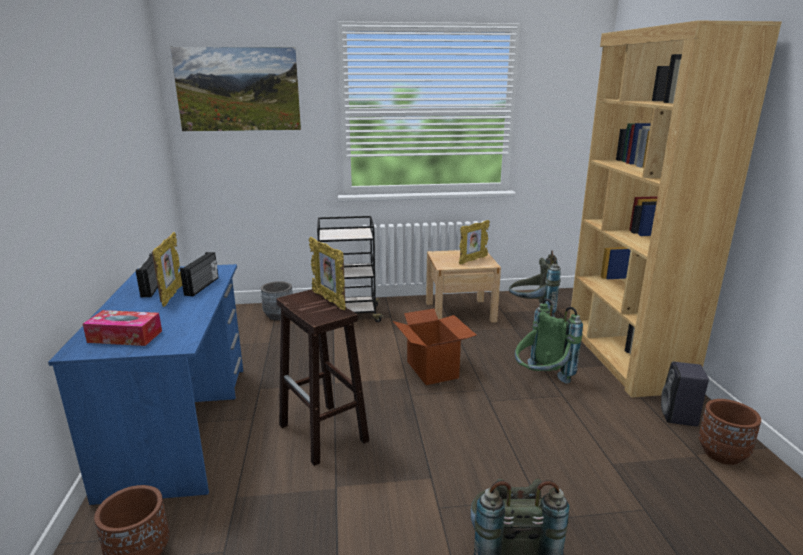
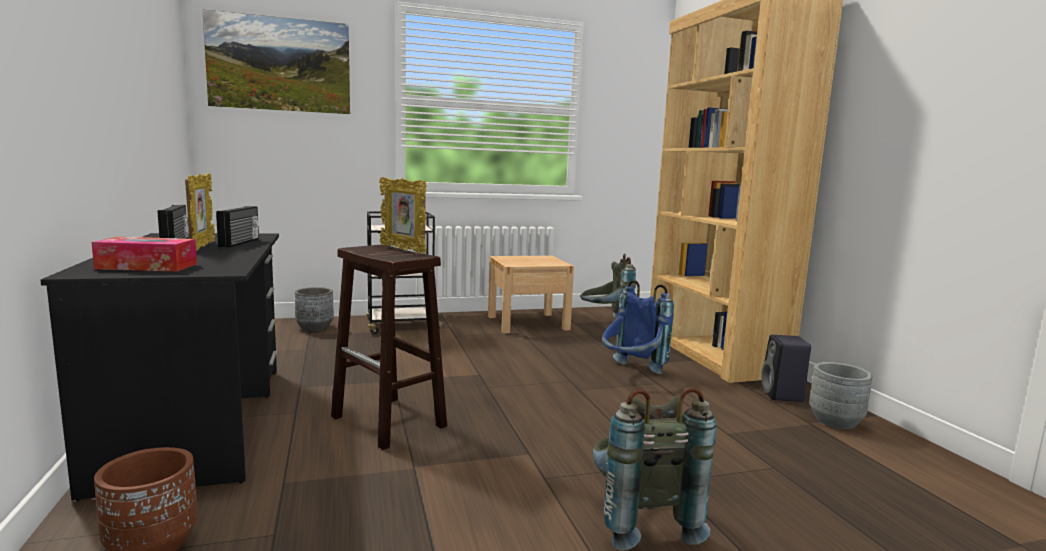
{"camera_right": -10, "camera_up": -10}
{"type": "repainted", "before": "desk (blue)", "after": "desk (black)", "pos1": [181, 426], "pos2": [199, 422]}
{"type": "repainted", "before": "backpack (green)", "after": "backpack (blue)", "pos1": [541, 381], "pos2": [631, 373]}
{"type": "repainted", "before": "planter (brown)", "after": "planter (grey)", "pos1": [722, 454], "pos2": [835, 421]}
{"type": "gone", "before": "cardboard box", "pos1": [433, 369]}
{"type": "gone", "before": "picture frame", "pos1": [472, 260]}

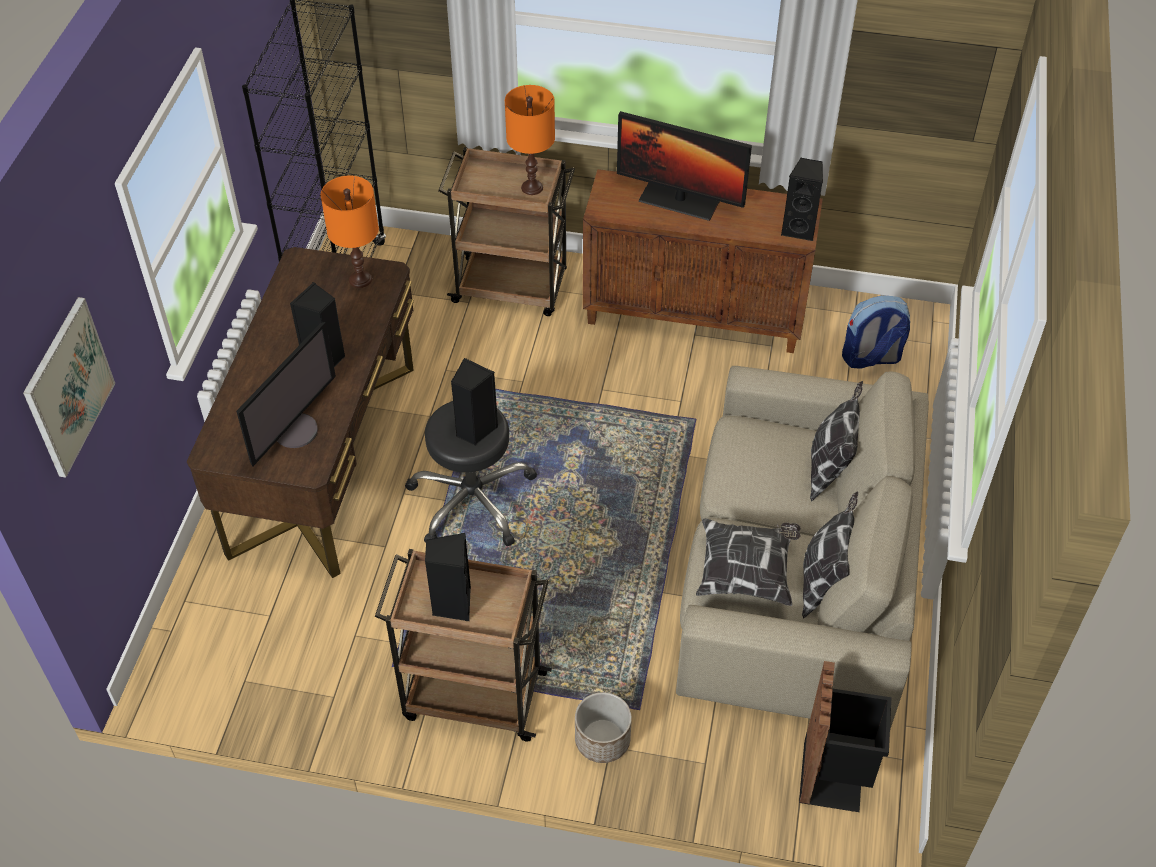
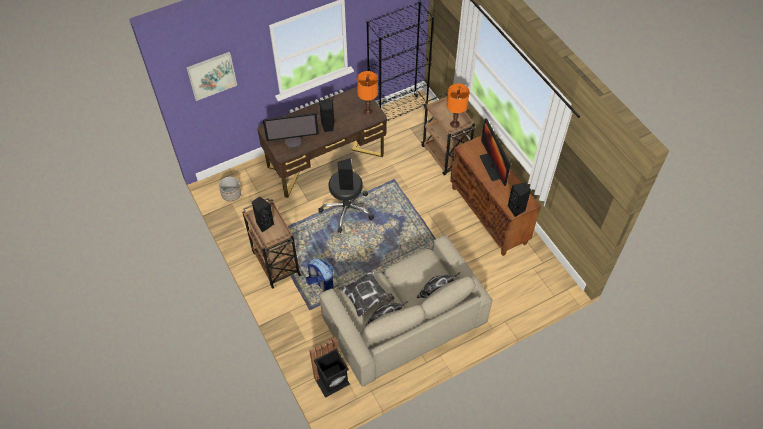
{"camera_right": 50, "camera_up": 5}
{"type": "shifted", "before": "planter", "pos1": [602, 740], "pos2": [231, 194]}
{"type": "shifted", "before": "backpack", "pos1": [870, 358], "pos2": [321, 283]}

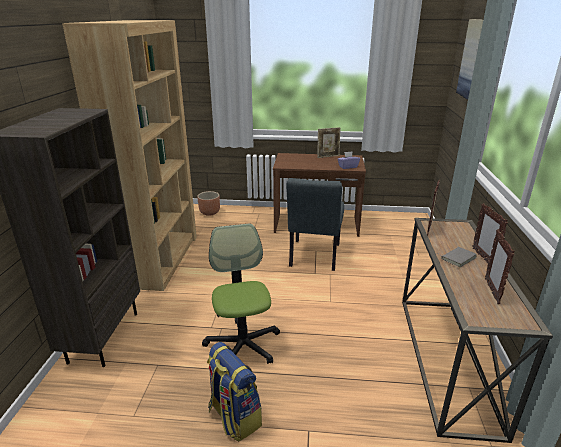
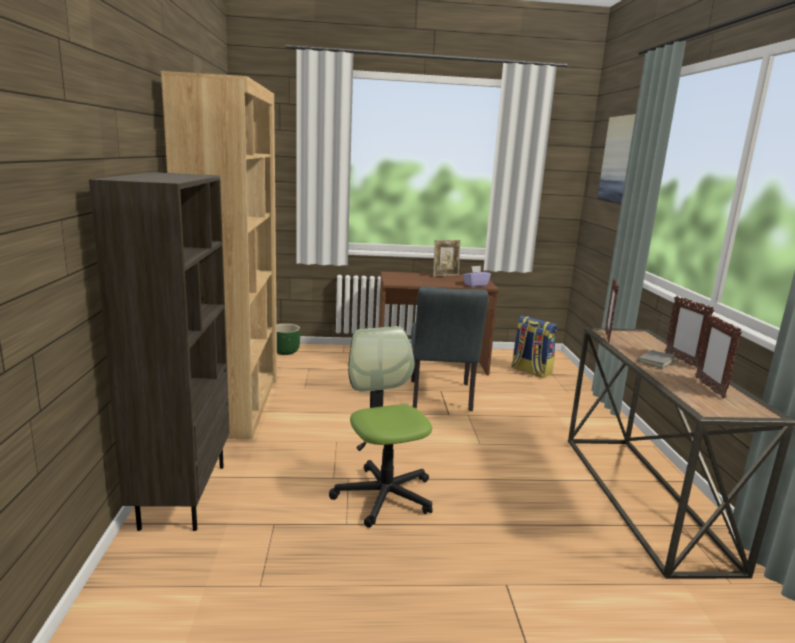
{"camera_right": -10, "camera_up": -10}
{"type": "repainted", "before": "planter (brown)", "after": "planter (green)", "pos1": [210, 212], "pos2": [285, 352]}
{"type": "shifted", "before": "backpack", "pos1": [233, 417], "pos2": [530, 371]}

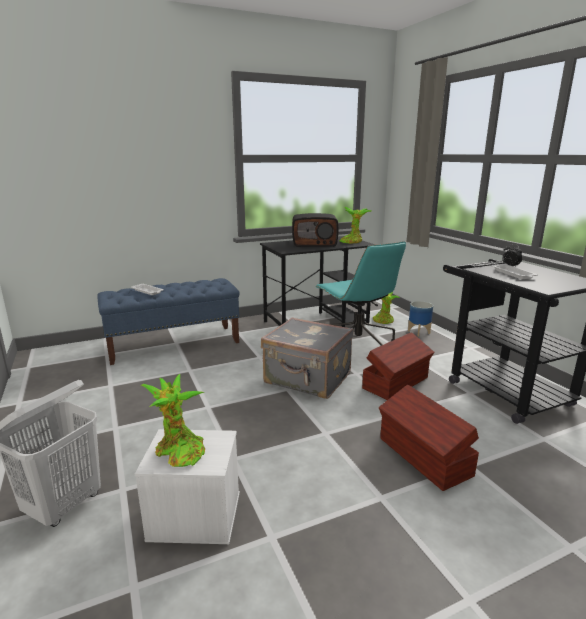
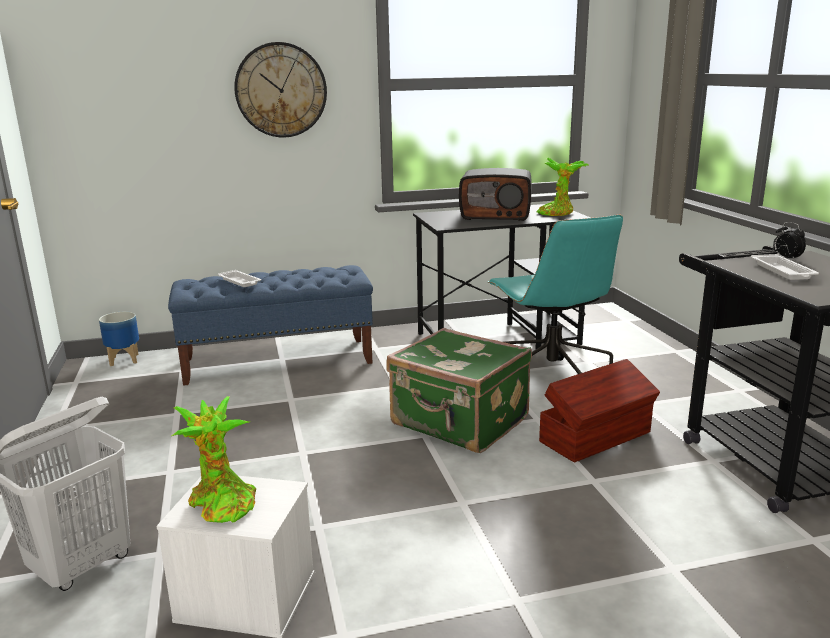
{"camera_right": 10, "camera_up": 0}
{"type": "shifted", "before": "planter", "pos1": [419, 332], "pos2": [125, 360]}
{"type": "new", "after": "wall clock", "pos2": [281, 90]}
{"type": "repainted", "before": "suitcase (grey)", "after": "suitcase (green)", "pos1": [307, 379], "pos2": [459, 423]}
{"type": "gone", "before": "potted plant", "pos1": [384, 321]}
{"type": "gone", "before": "storage box (brown)", "pos1": [423, 457]}

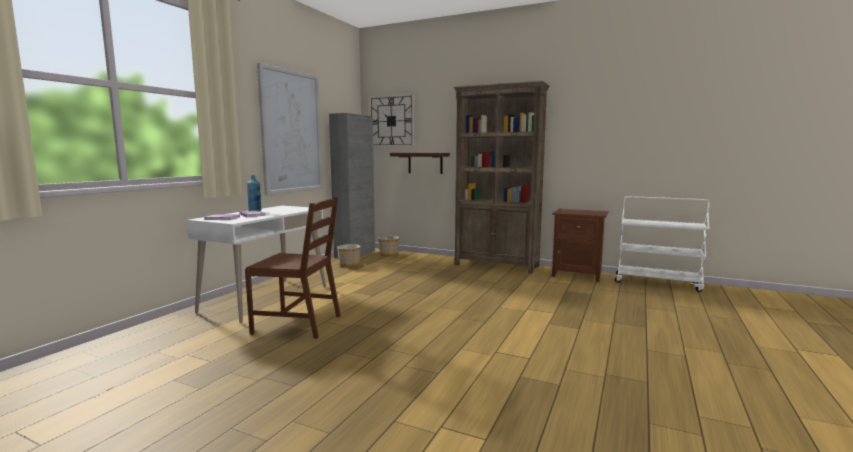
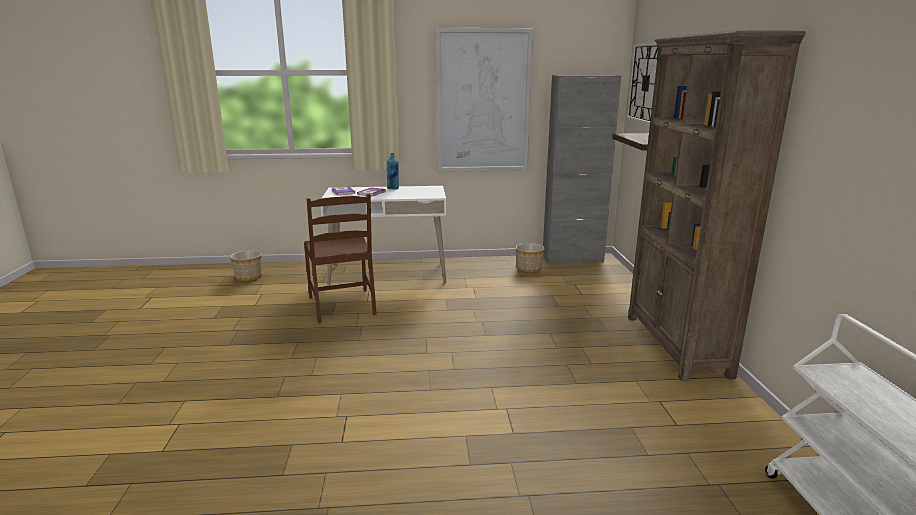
{"camera_right": 60, "camera_up": 10}
{"type": "shifted", "before": "planter", "pos1": [388, 254], "pos2": [249, 277]}
{"type": "gone", "before": "nightstand (brown)", "pos1": [577, 274]}

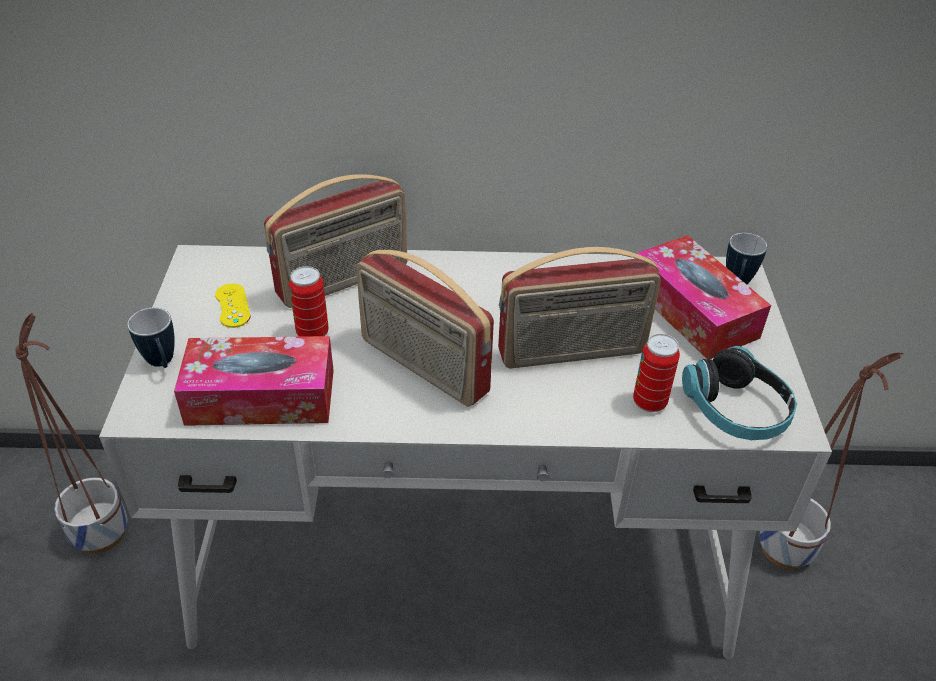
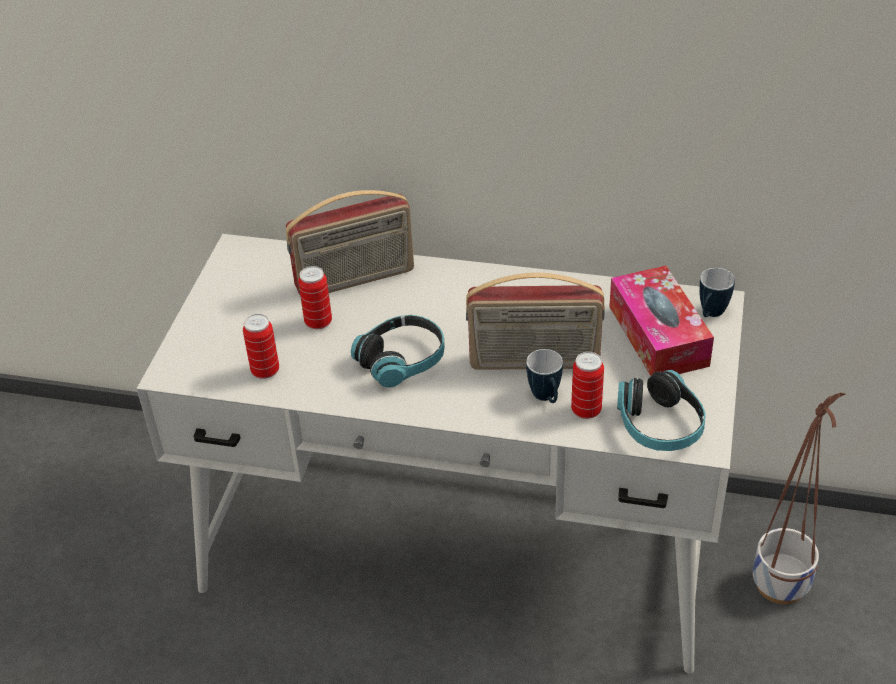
{"camera_right": 15, "camera_up": 0}
{"type": "swapped", "before": "tissue box", "after": "can", "pos1": [261, 397], "pos2": [265, 371]}
{"type": "swapped", "before": "radio", "after": "headphones", "pos1": [422, 367], "pos2": [402, 360]}
{"type": "shifted", "before": "mug", "pos1": [162, 364], "pos2": [546, 398]}
{"type": "gone", "before": "planter", "pos1": [100, 532]}
{"type": "gone", "before": "game controller (yellow)", "pos1": [232, 305]}

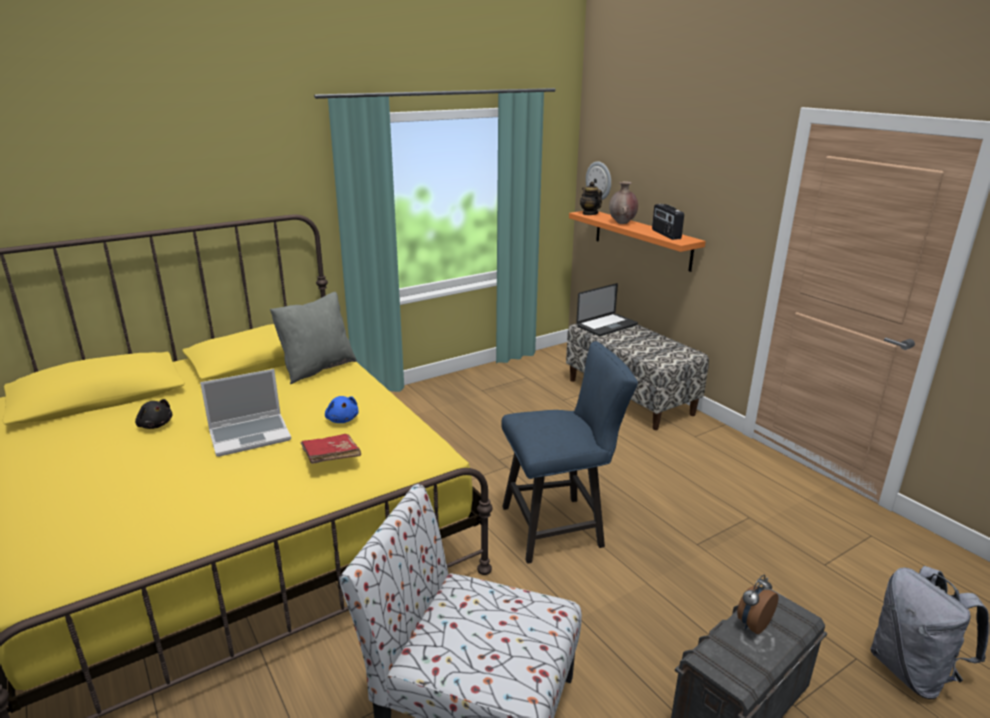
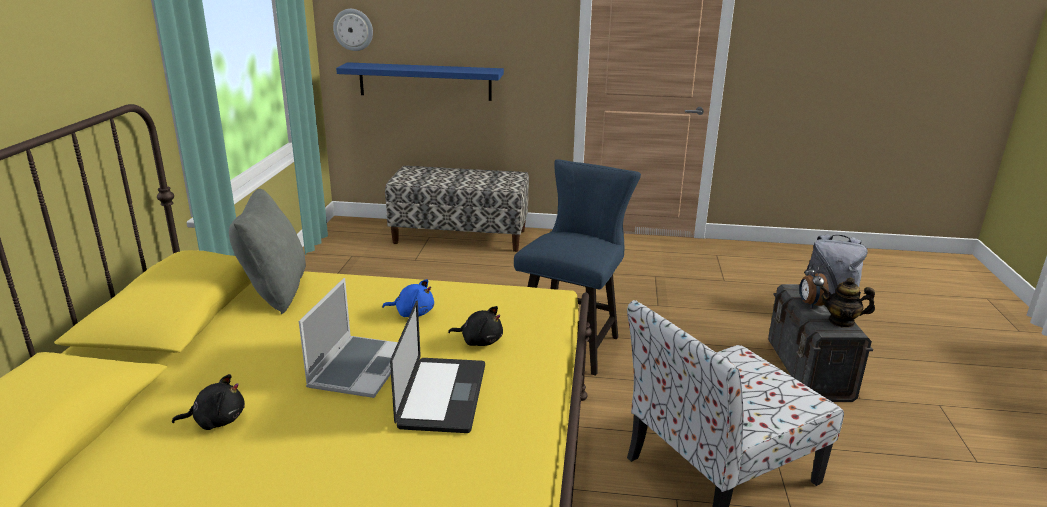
{"camera_right": -50, "camera_up": 0}
{"type": "repainted", "before": "shelf (orange)", "after": "shelf (blue)", "pos1": [642, 239], "pos2": [425, 81]}
{"type": "shifted", "before": "laptop", "pos1": [607, 326], "pos2": [442, 396]}
{"type": "swapped", "before": "book (red)", "after": "plush toy (black)", "pos1": [331, 459], "pos2": [479, 341]}
{"type": "shifted", "before": "teapot", "pos1": [590, 213], "pos2": [841, 321]}
{"type": "gone", "before": "vase (brown)", "pos1": [622, 223]}
{"type": "gone", "before": "radio", "pos1": [665, 234]}

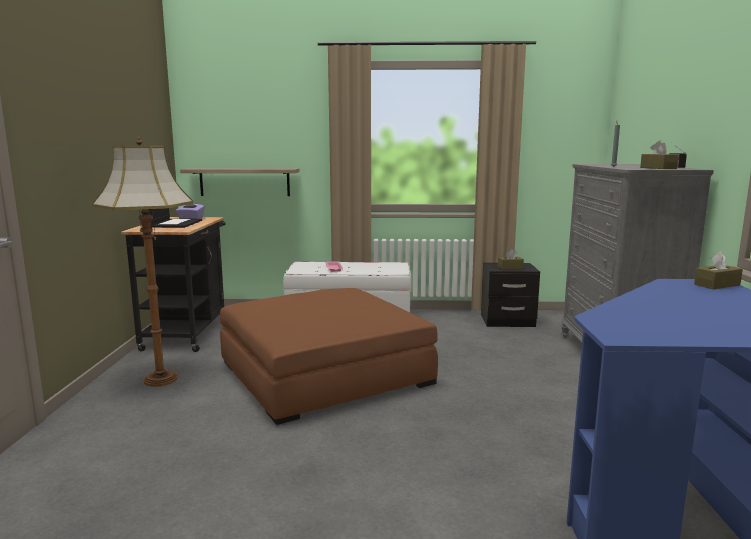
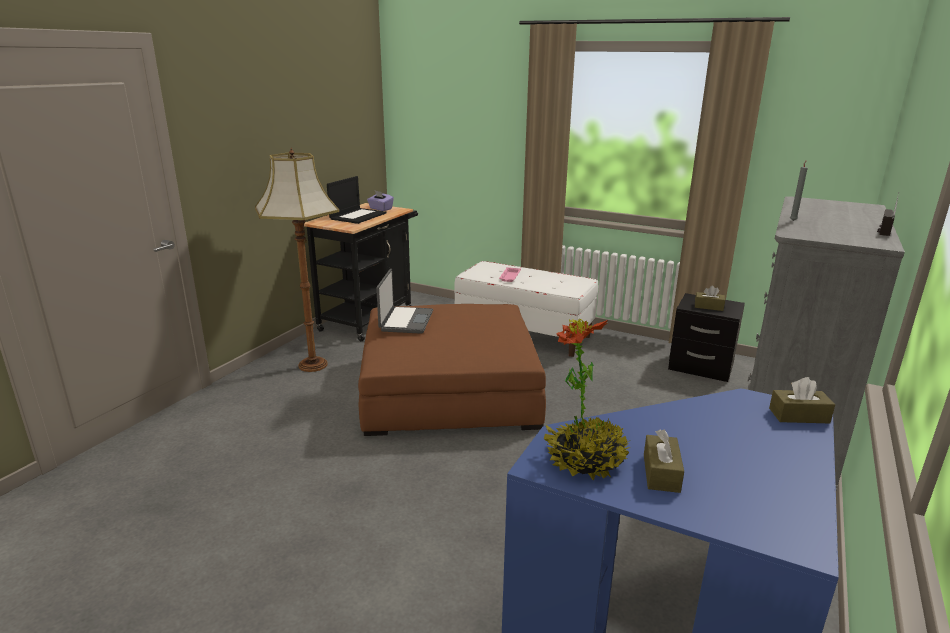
{"camera_right": 25, "camera_up": 10}
{"type": "new", "after": "laptop", "pos2": [405, 321]}
{"type": "new", "after": "potted plant", "pos2": [585, 460]}
{"type": "shifted", "before": "tissue box (brown)", "pos1": [658, 168], "pos2": [661, 473]}
{"type": "gone", "before": "shelf", "pos1": [244, 182]}

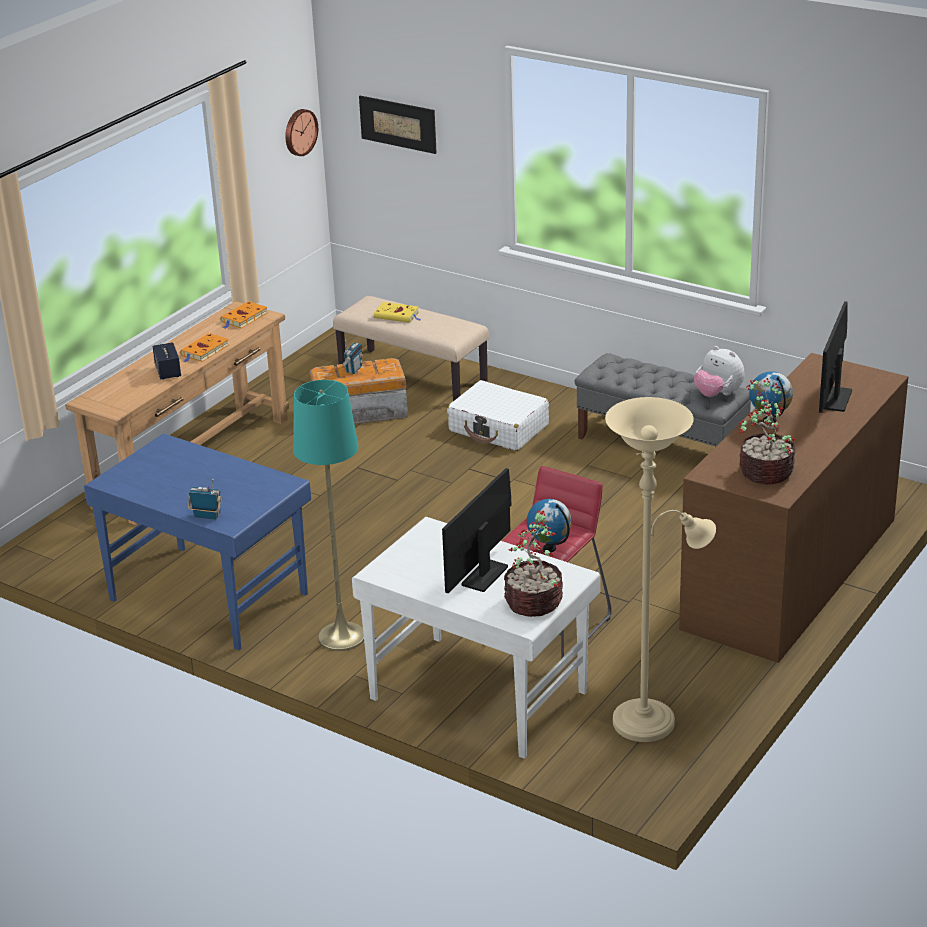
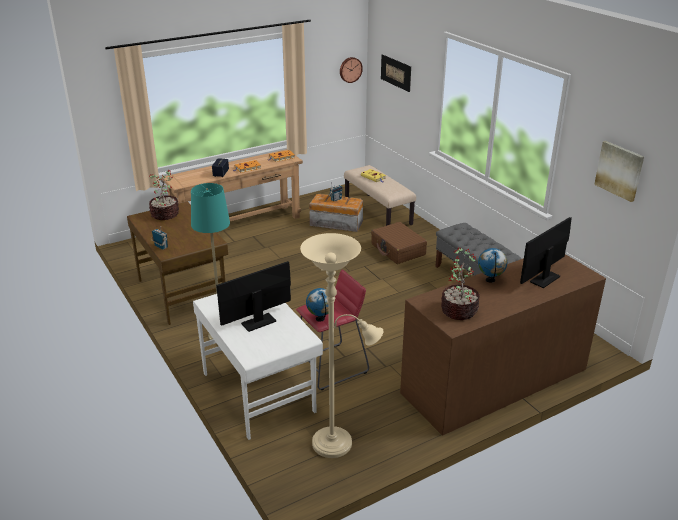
{"camera_right": 25, "camera_up": 0}
{"type": "repainted", "before": "desk (blue)", "after": "desk (brown)", "pos1": [209, 595], "pos2": [182, 292]}
{"type": "shifted", "before": "potted plant", "pos1": [534, 603], "pos2": [165, 215]}
{"type": "repainted", "before": "suitcase (white)", "after": "suitcase (brown)", "pos1": [499, 428], "pos2": [398, 250]}
{"type": "new", "after": "picture", "pos2": [619, 170]}
{"type": "gone", "before": "plush toy", "pos1": [718, 394]}

